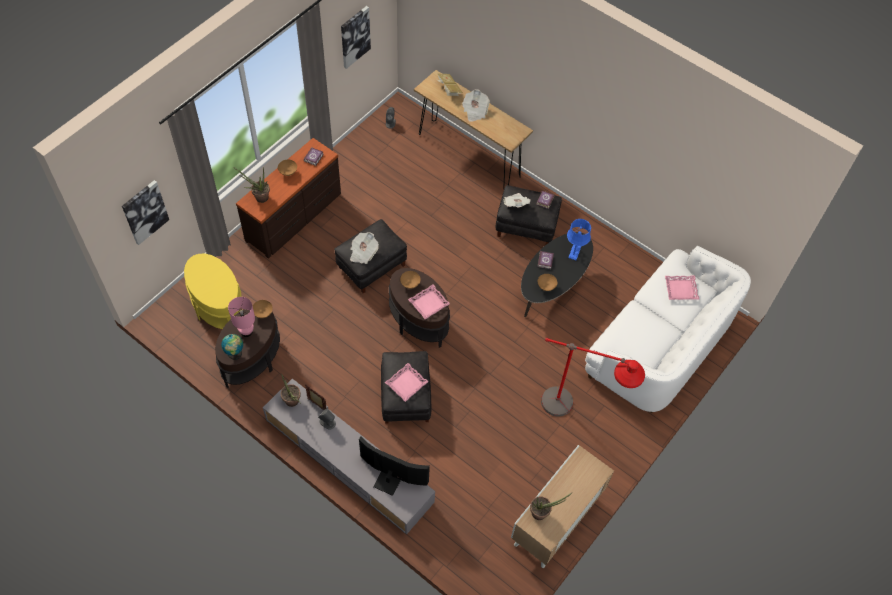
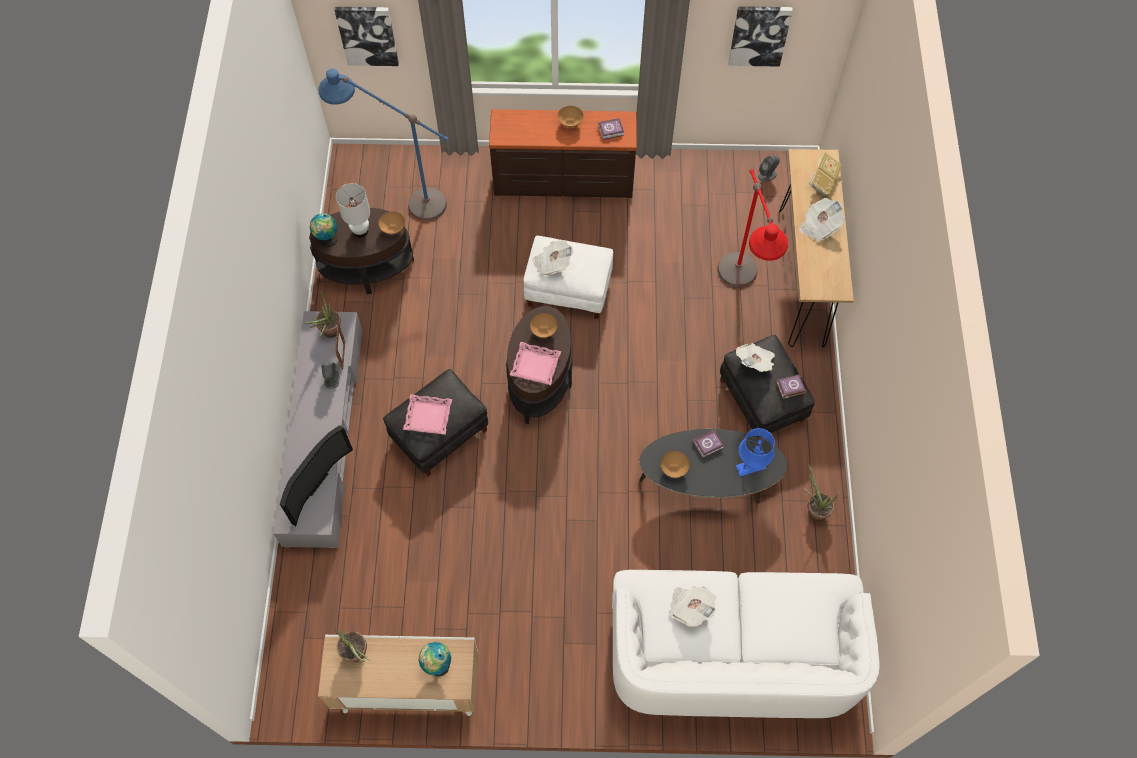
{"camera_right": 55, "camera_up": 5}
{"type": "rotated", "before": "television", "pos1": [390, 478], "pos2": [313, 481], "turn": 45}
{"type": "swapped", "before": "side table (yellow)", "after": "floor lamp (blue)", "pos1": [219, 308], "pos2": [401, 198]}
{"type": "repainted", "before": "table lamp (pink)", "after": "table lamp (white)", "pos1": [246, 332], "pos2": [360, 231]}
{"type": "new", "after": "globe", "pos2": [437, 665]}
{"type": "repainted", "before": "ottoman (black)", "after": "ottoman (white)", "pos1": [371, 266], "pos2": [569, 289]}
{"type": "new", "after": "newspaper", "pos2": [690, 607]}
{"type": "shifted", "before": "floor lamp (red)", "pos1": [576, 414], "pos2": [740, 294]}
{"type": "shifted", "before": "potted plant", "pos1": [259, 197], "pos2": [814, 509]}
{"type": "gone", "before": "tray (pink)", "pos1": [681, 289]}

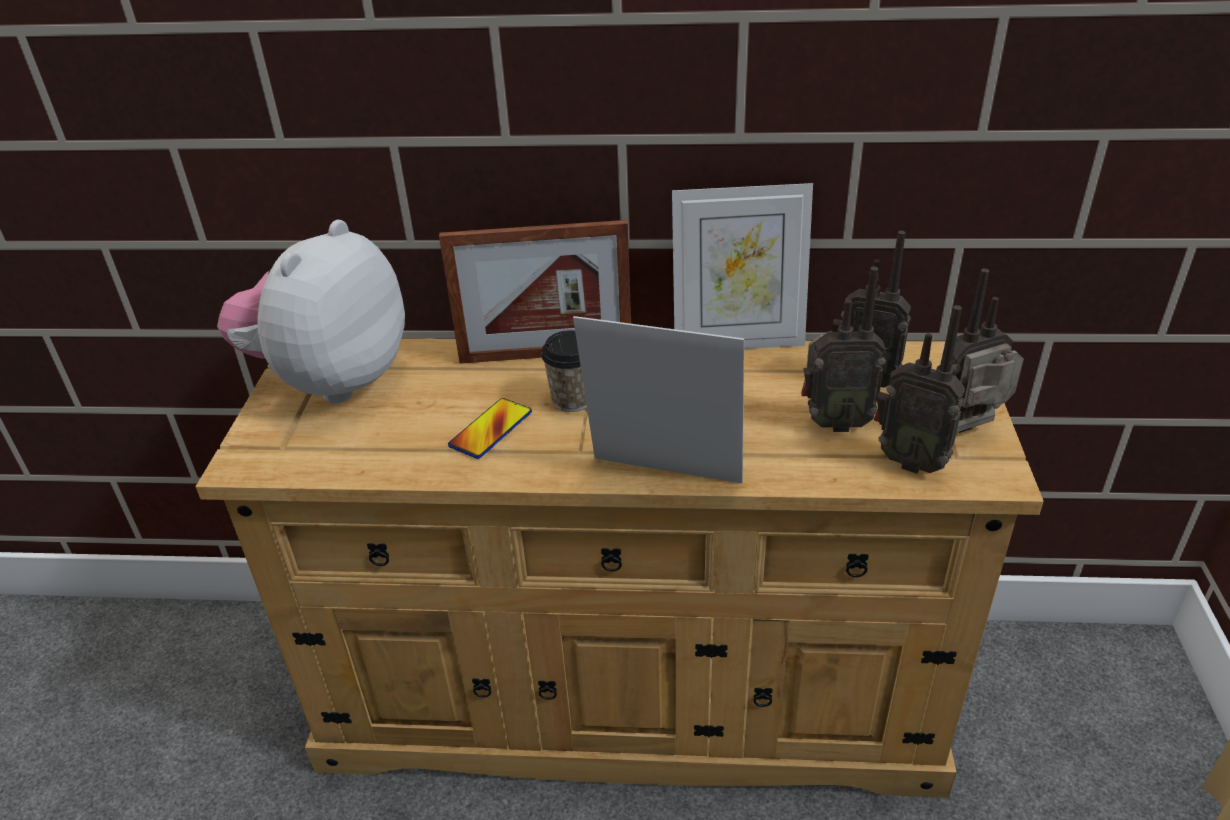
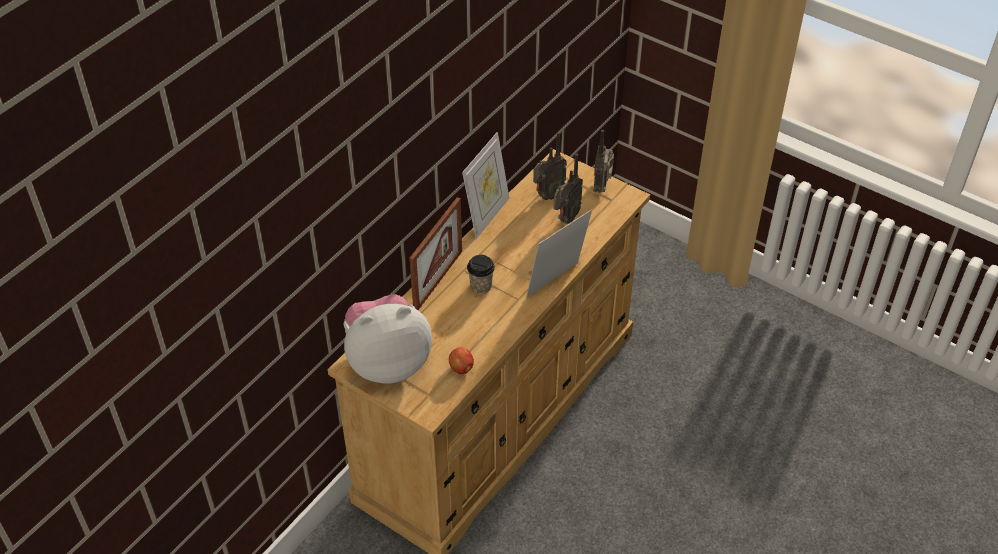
{"camera_right": -60, "camera_up": 10}
{"type": "rotated", "before": "plush toy", "pos1": [331, 380], "pos2": [387, 362], "turn": 105}
{"type": "new", "after": "apple", "pos2": [461, 368]}
{"type": "gone", "before": "phone", "pos1": [491, 429]}
{"type": "gone", "before": "radio", "pos1": [910, 460]}

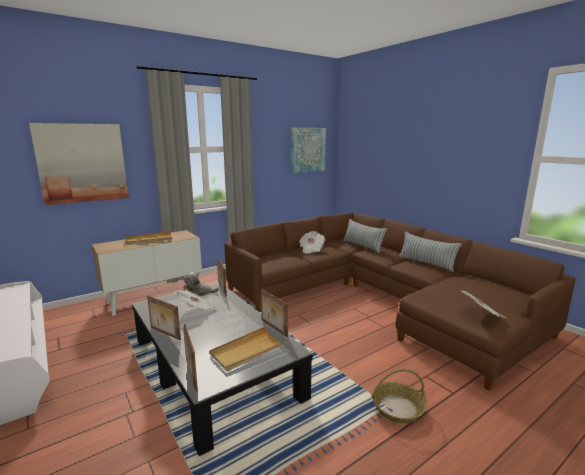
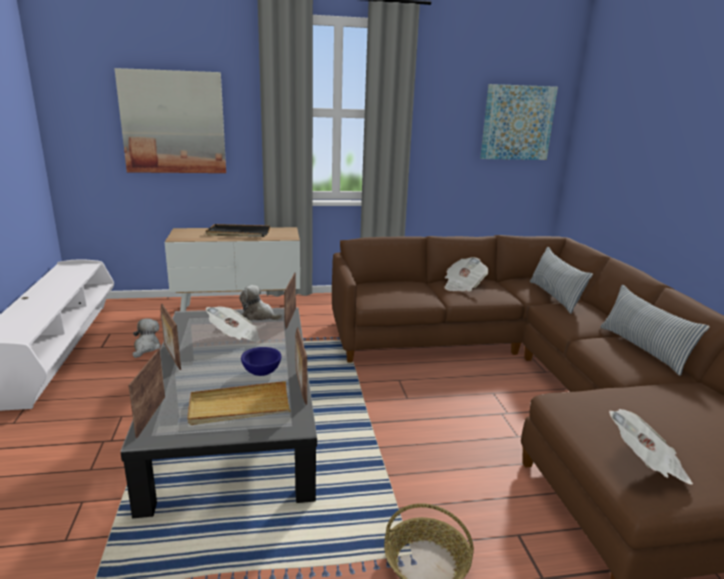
{"camera_right": 25, "camera_up": 5}
{"type": "new", "after": "plush toy", "pos2": [146, 348]}
{"type": "repainted", "before": "tray (beige)", "after": "tray (black)", "pos1": [149, 240], "pos2": [238, 233]}
{"type": "new", "after": "bowl (blue)", "pos2": [262, 373]}

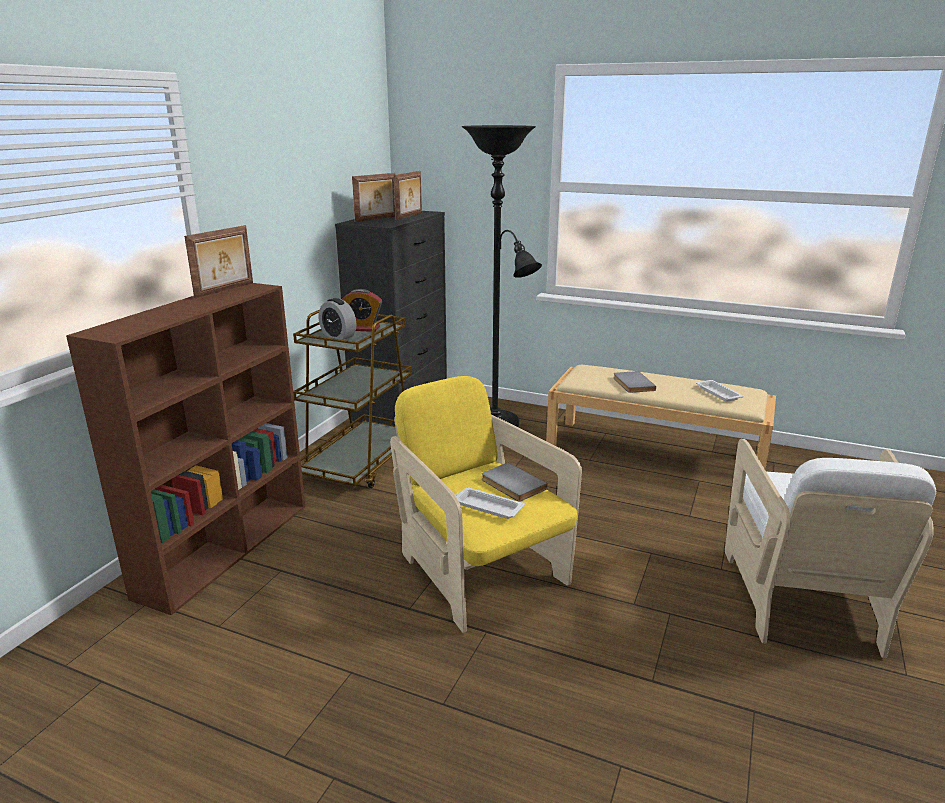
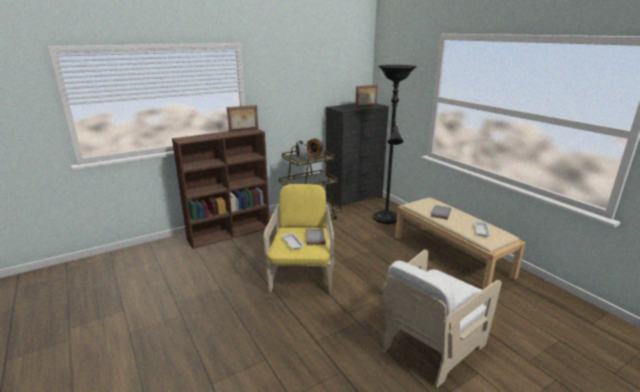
{"camera_right": 35, "camera_up": 0}
{"type": "gone", "before": "picture frame", "pos1": [377, 219]}

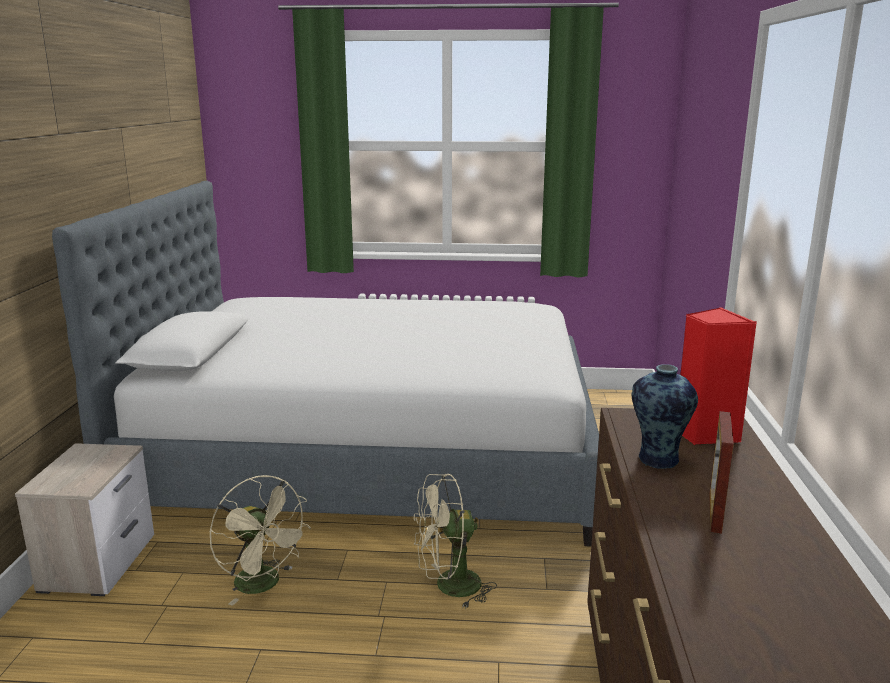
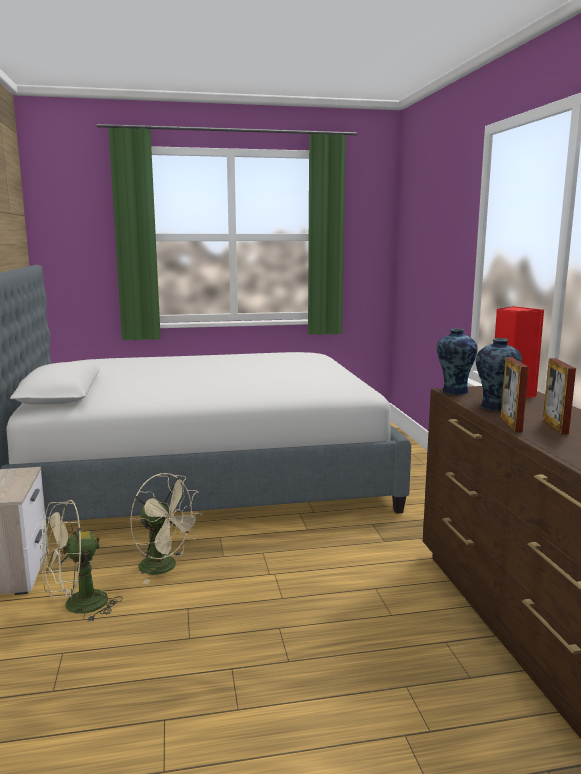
{"camera_right": -15, "camera_up": -5}
{"type": "shifted", "before": "fan (beige)", "pos1": [449, 587], "pos2": [77, 606]}
{"type": "new", "after": "vase", "pos2": [453, 391]}
{"type": "new", "after": "picture frame", "pos2": [511, 424]}

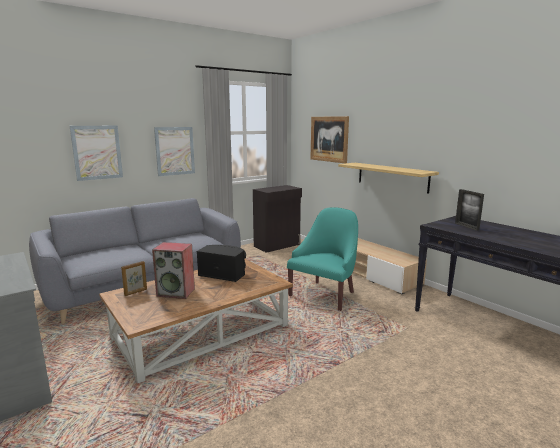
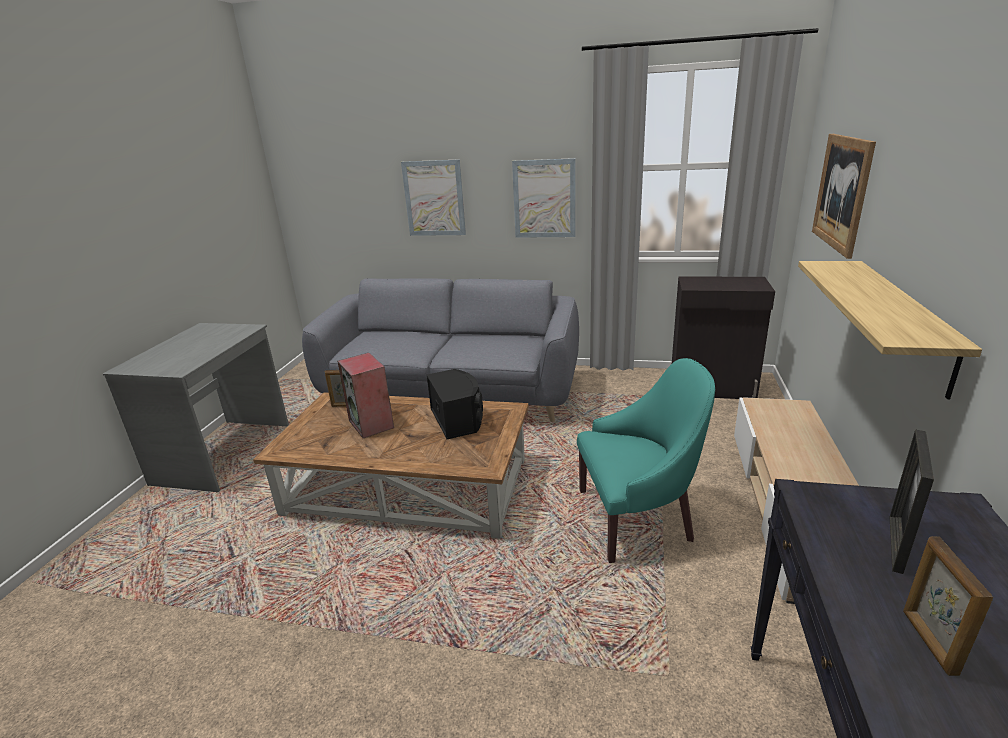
{"camera_right": 50, "camera_up": 10}
{"type": "new", "after": "picture frame", "pos2": [928, 641]}

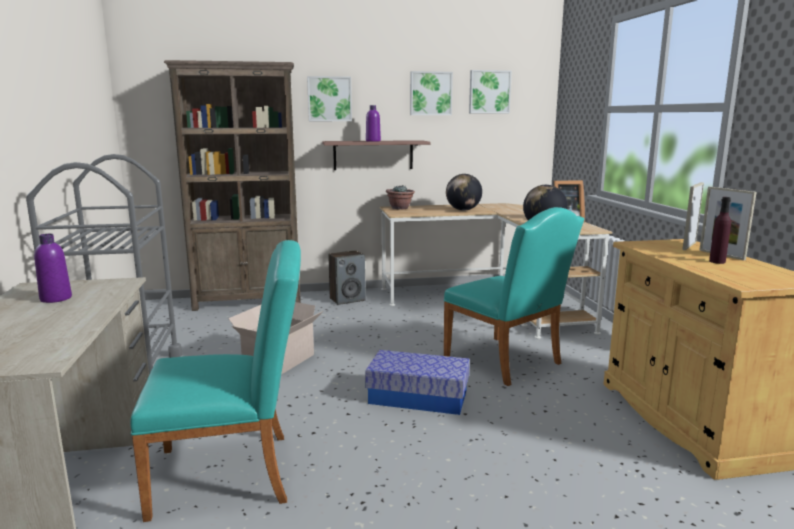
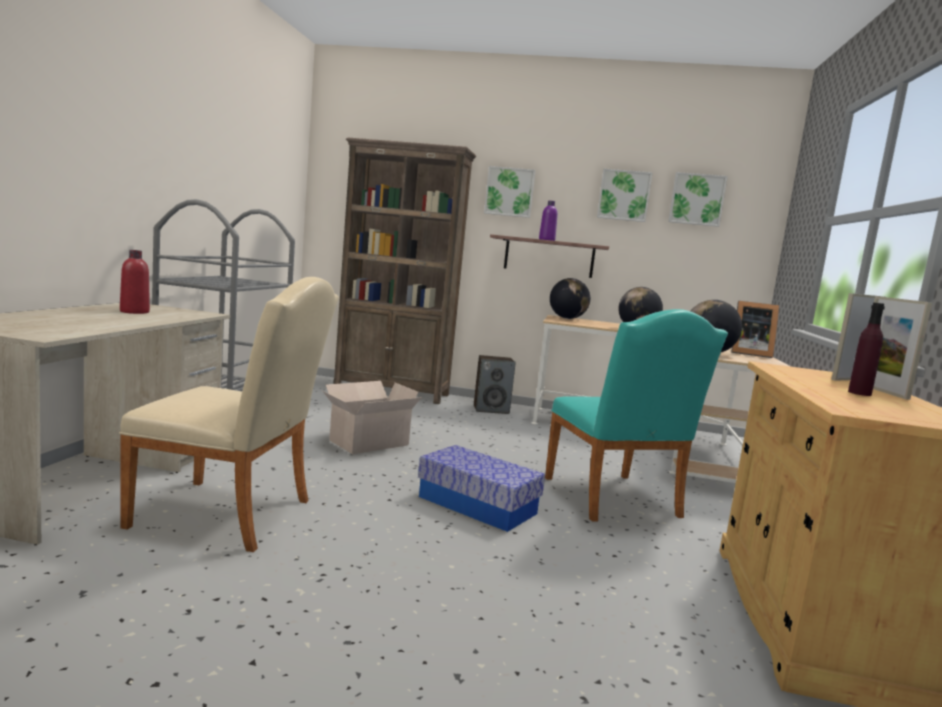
{"camera_right": 20, "camera_up": -5}
{"type": "repainted", "before": "chair (turquoise)", "after": "chair (beige)", "pos1": [234, 473], "pos2": [233, 515]}
{"type": "repainted", "before": "bottle (purple)", "after": "bottle (red)", "pos1": [56, 298], "pos2": [134, 312]}
{"type": "swapped", "before": "potted plant", "after": "globe", "pos1": [400, 208], "pos2": [567, 318]}

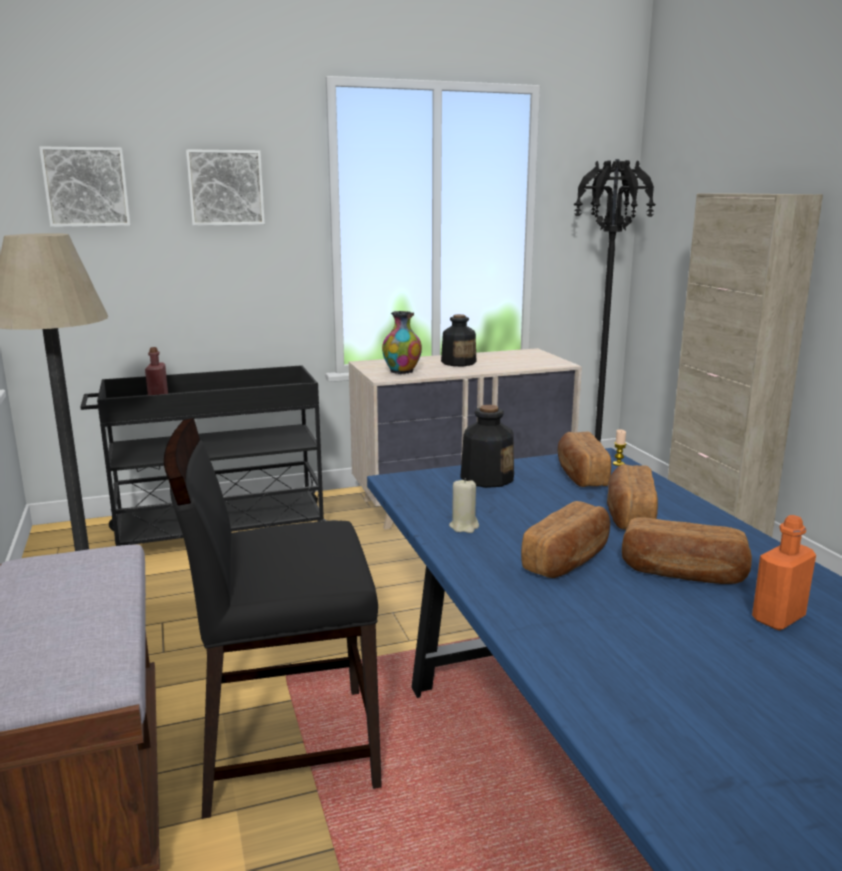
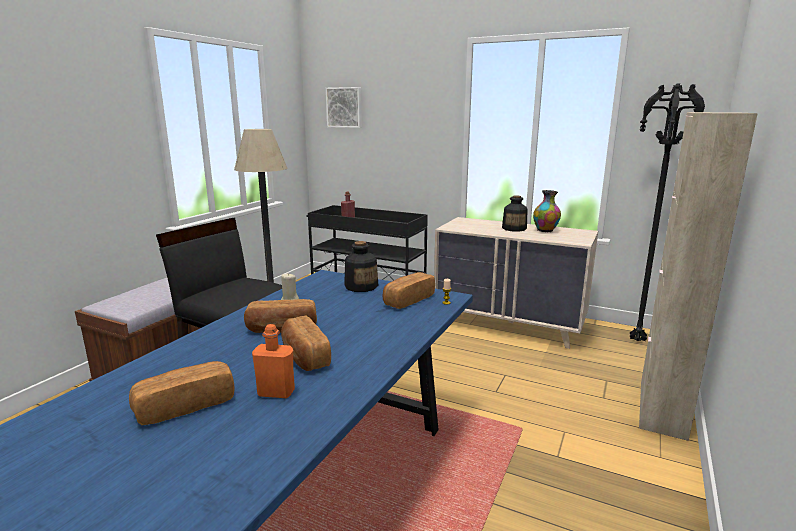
{"camera_right": 45, "camera_up": 0}
{"type": "shifted", "before": "bread", "pos1": [629, 514], "pos2": [185, 406]}
{"type": "shifted", "before": "vase", "pos1": [402, 372], "pos2": [545, 231]}
{"type": "gone", "before": "picture", "pos1": [225, 188]}

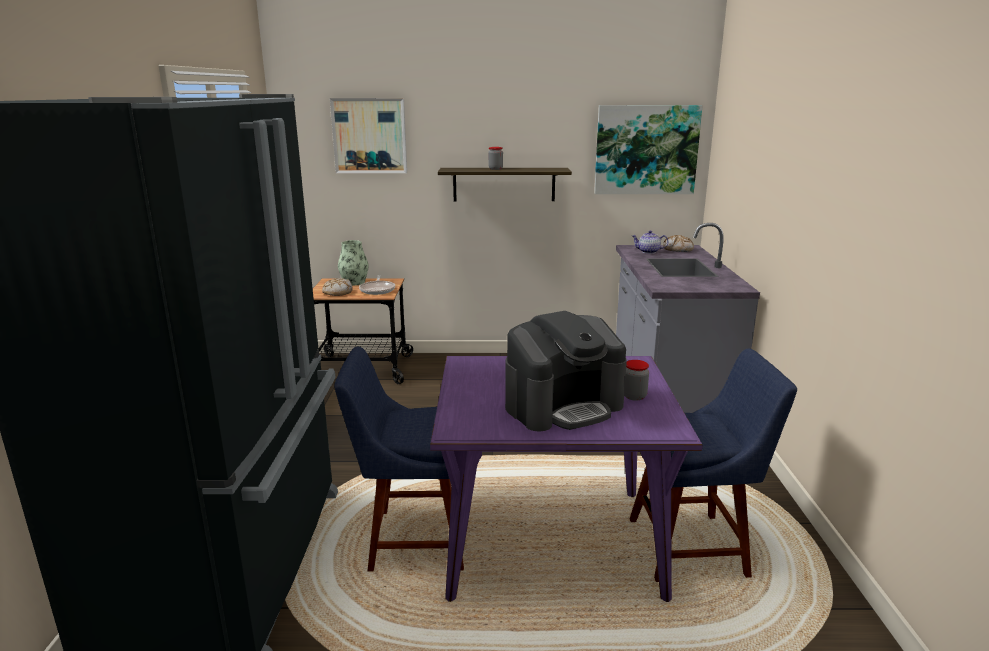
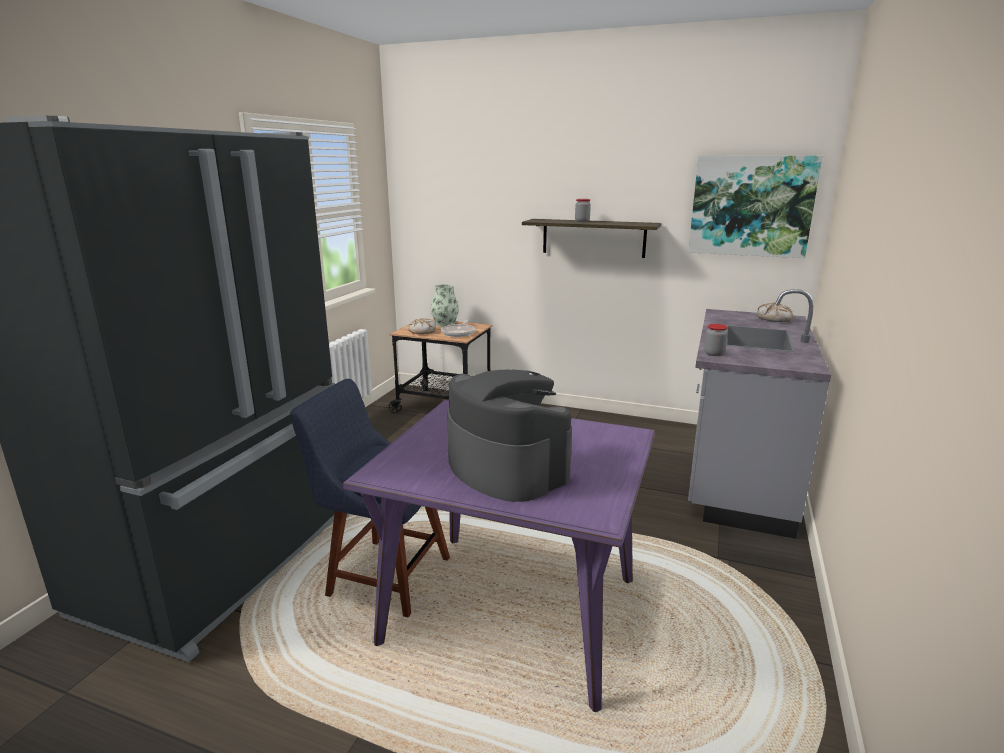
{"camera_right": 20, "camera_up": 0}
{"type": "rotated", "before": "coffee machine", "pos1": [563, 406], "pos2": [506, 468], "turn": -120}
{"type": "shifted", "before": "jar", "pos1": [634, 396], "pos2": [714, 354]}
{"type": "gone", "before": "picture", "pos1": [369, 136]}
{"type": "gone", "before": "chair (blue)", "pos1": [693, 547]}
{"type": "gone", "before": "teapot", "pos1": [648, 252]}

